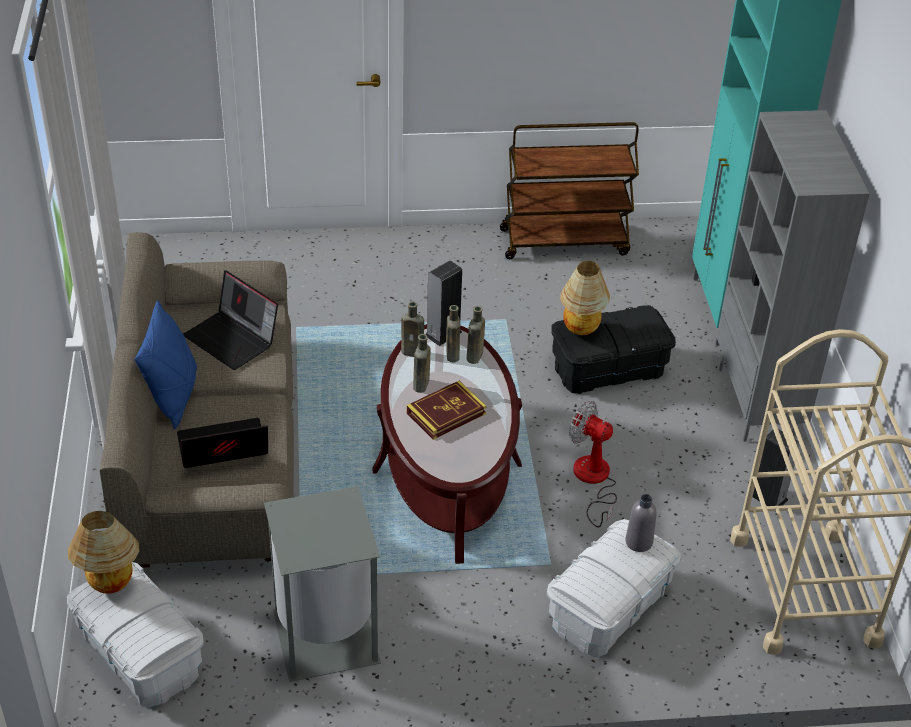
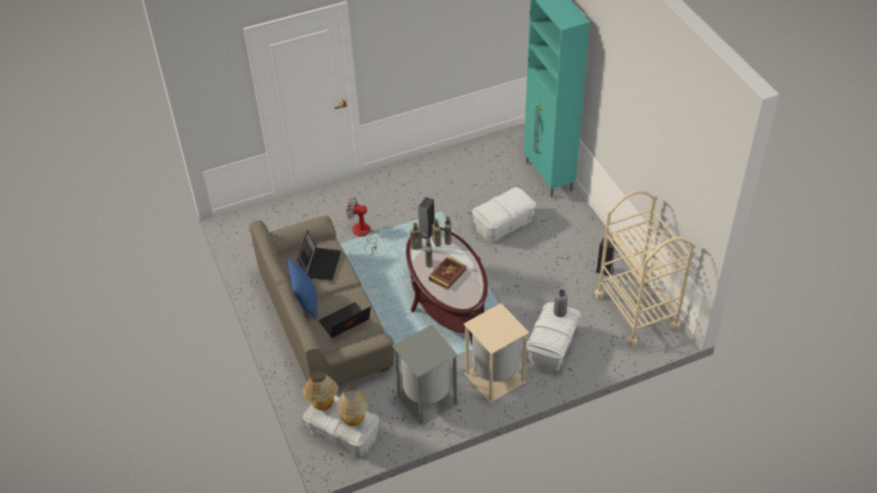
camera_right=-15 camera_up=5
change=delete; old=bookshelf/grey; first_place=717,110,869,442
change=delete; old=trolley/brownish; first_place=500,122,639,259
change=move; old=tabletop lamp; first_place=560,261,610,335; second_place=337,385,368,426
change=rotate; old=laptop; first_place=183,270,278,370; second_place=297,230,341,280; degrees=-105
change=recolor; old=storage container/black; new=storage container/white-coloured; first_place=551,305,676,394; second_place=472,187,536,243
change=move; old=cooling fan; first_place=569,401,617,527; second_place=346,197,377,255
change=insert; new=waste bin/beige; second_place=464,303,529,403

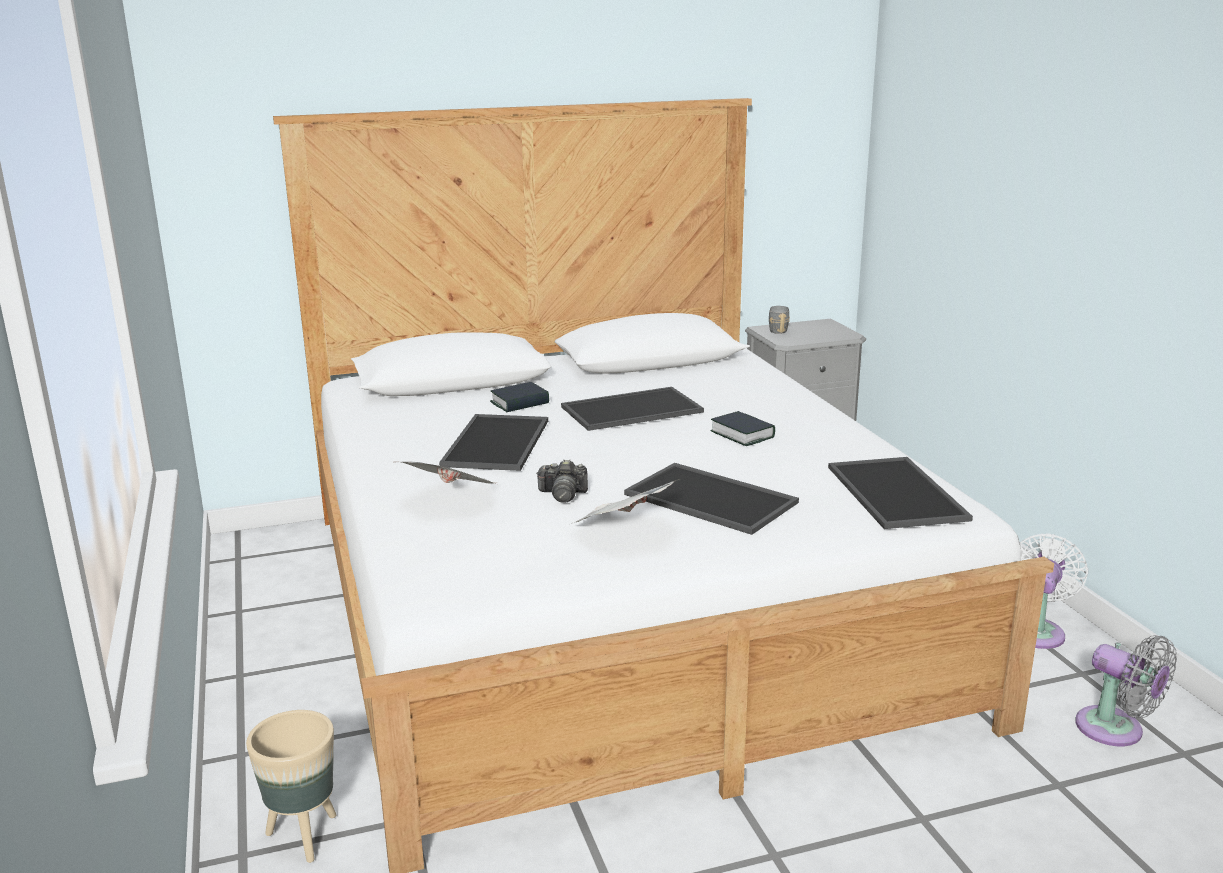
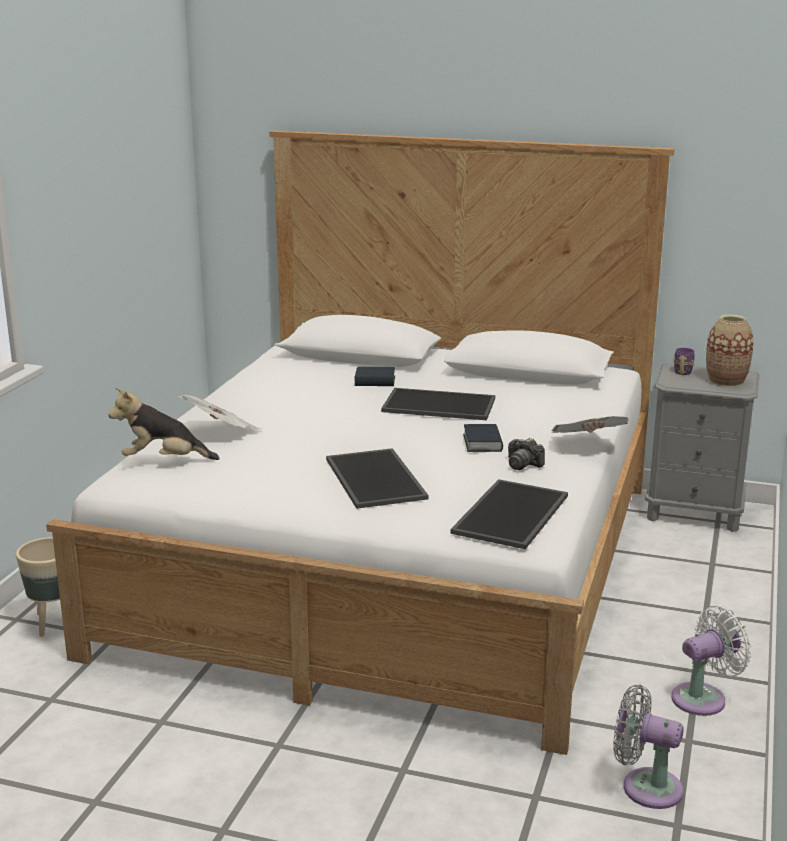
camera_right=35 camera_up=0
change=recolor; old=tea mug/grey; new=tea mug/purple; first_place=769,306,790,334; second_place=674,348,694,375
change=delete; old=carrying tray; first_place=439,414,548,471
change=move; old=still camera; first_place=536,459,588,503; second_place=508,438,545,470
change=move; old=newspaper; first_place=571,479,680,524; second_place=552,416,628,433
change=rotate; old=cooling fan/grey; first_place=1075,635,1177,746; second_place=613,685,684,809; degrees=120
change=insert; new=flower vase; second_place=706,314,754,387
change=insert; new=cuddly toy; second_place=109,388,220,460

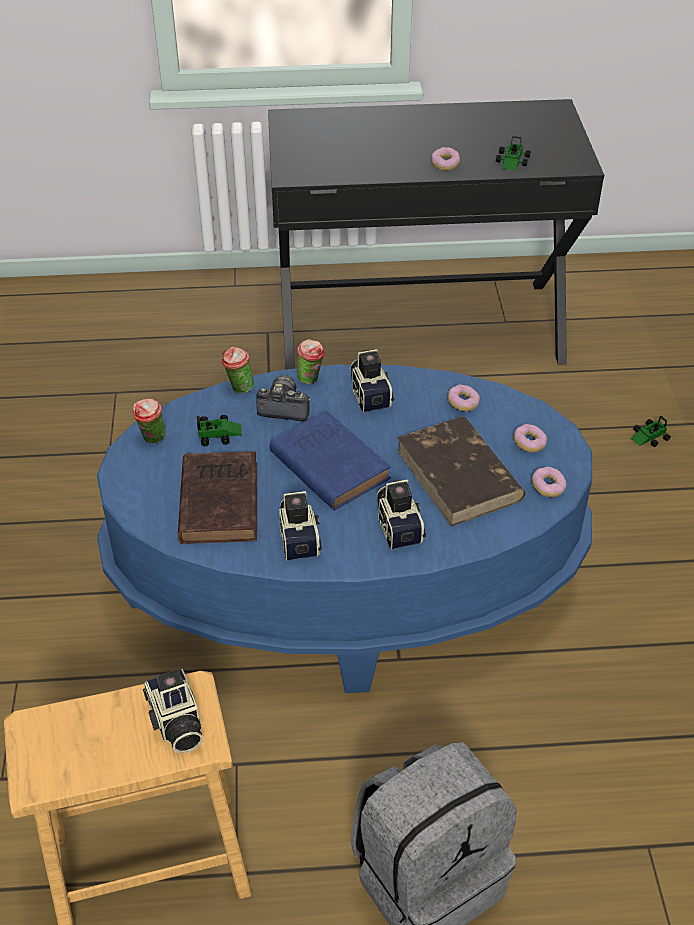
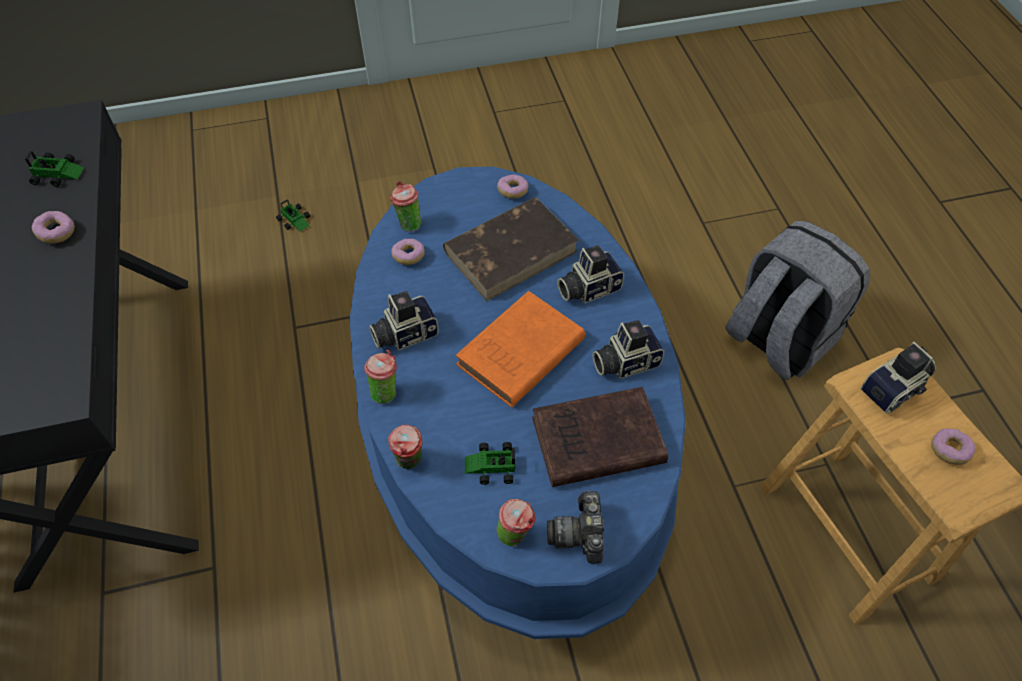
camera_right=-100 camera_up=10
change=move; old=still camera; first_place=256,375,311,421; second_place=547,490,604,564
change=recolor; old=bound book/blue; new=bound book/orange-coloured; first_place=269,411,391,511; second_place=456,291,585,407
change=rotate; old=toy car; first_place=197,415,242,446; second_place=465,442,515,485; degrees=-75
change=move; old=donut; first_place=513,424,547,453; second_place=931,428,976,465
change=insert; new=cup; second_place=390,181,421,232

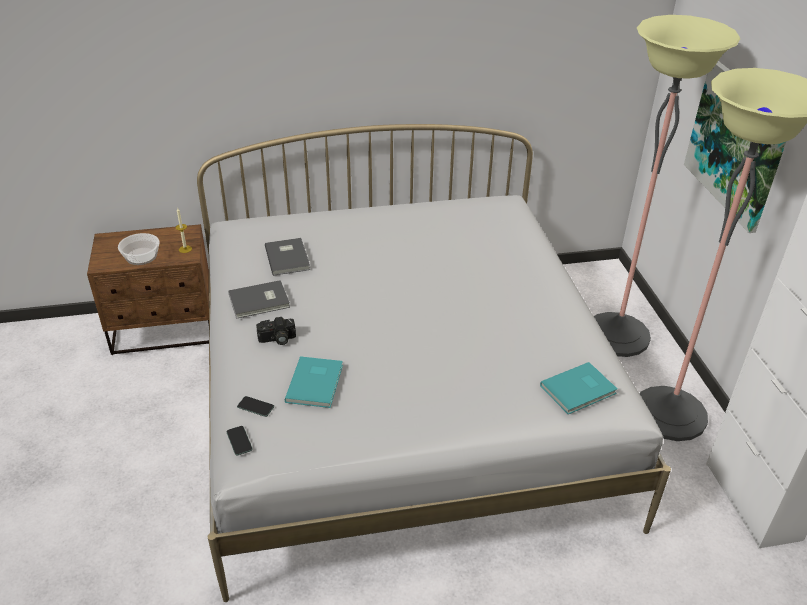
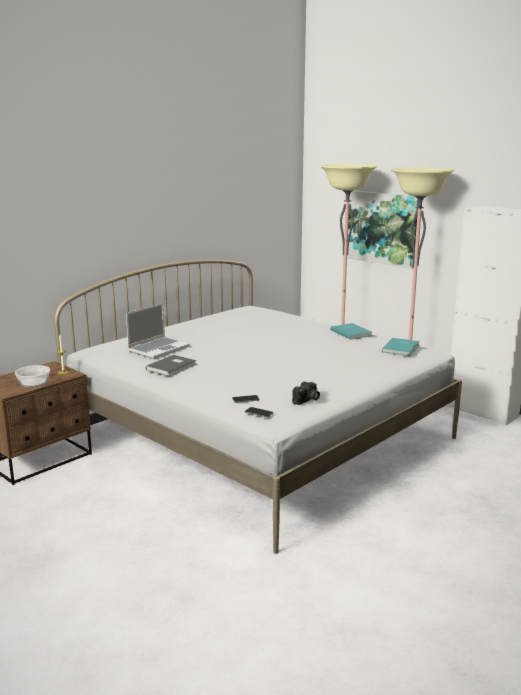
camera_right=-35 camera_up=-20
change=replace; old=bound book/grey; new=laptop; first_place=265,238,310,276; second_place=126,303,190,359
change=move; old=still camera; first_place=256,317,296,345; second_place=292,382,320,405
change=move; old=bound book/blue-green; first_place=285,356,343,408; second_place=330,323,373,340

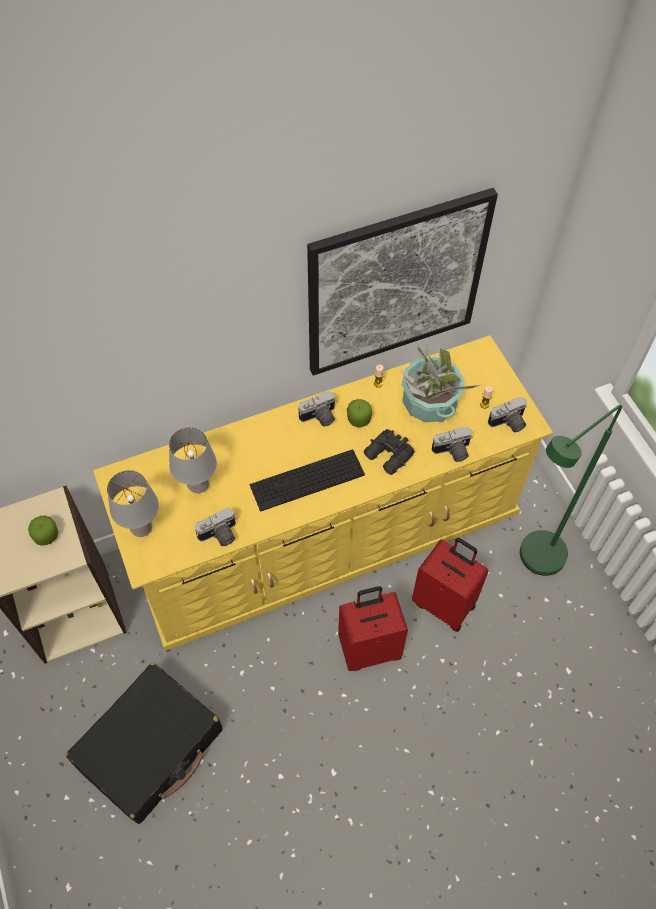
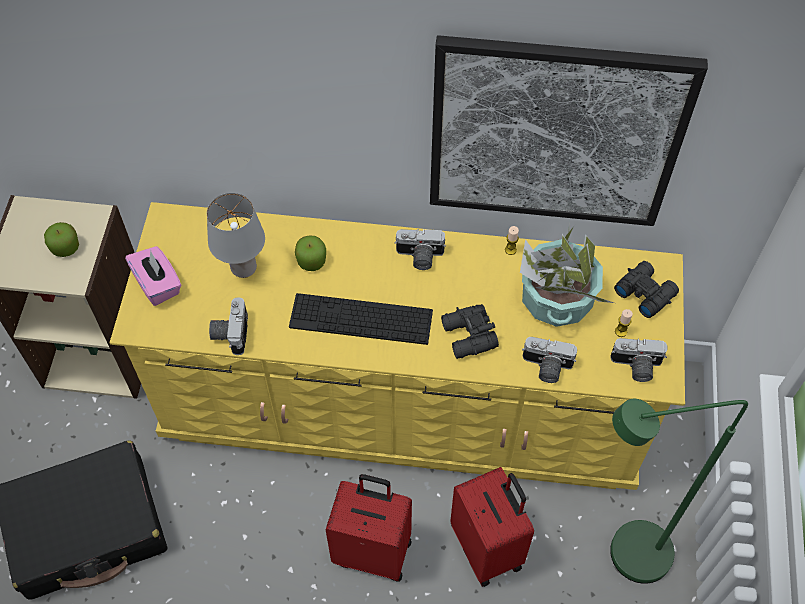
camera_right=30 camera_up=0
change=move; old=apple fruit; first_place=347,399,372,427; second_place=295,235,326,271
change=replace; old=tabletop lamp/grey; new=box of tissues/pinkish; first_place=107,470,159,537; second_place=125,246,181,306
change=rotate; old=still camera; first_place=195,507,237,546; second_place=209,297,248,355; degrees=90
change=insert; new=field glasses/black; second_place=614,261,679,318

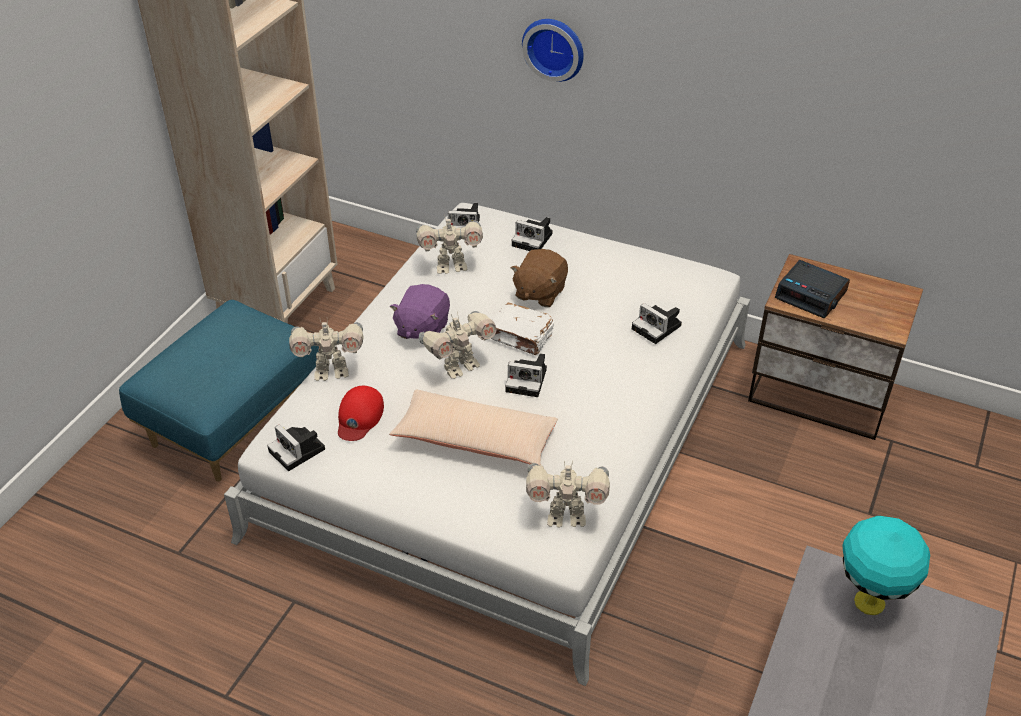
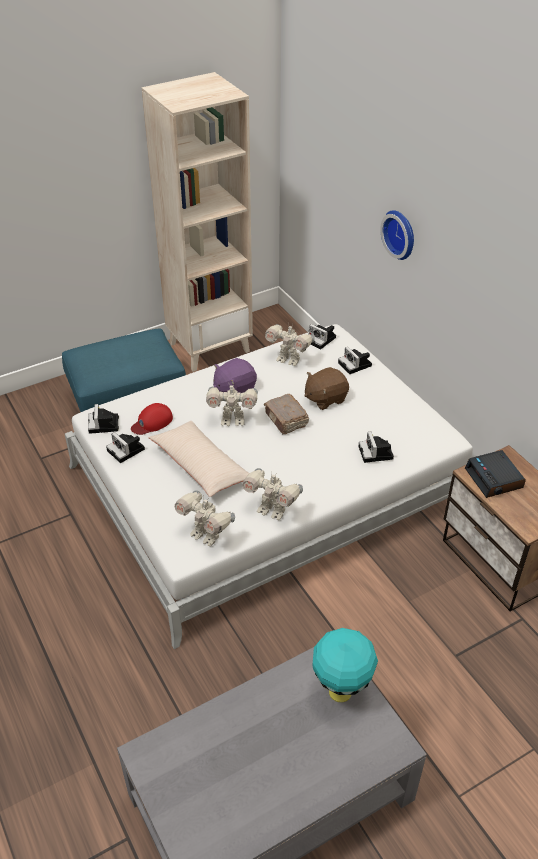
camera_right=35 camera_up=0
change=recolor; old=bound book/white-coloured; new=bound book/brownish; first_place=491,302,554,355; second_place=264,394,309,434
change=move; old=toy robot; first_place=289,320,363,381; second_place=243,468,303,520
change=move; old=still camera; first_place=505,353,547,397; second_place=106,432,145,463

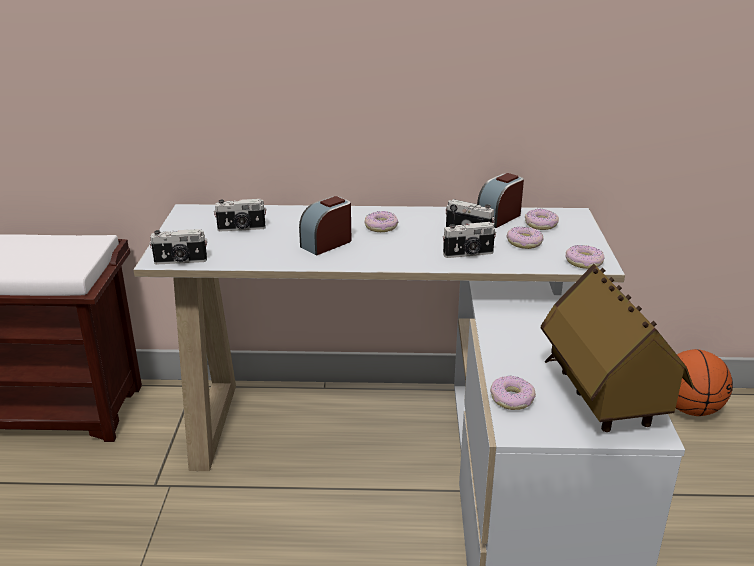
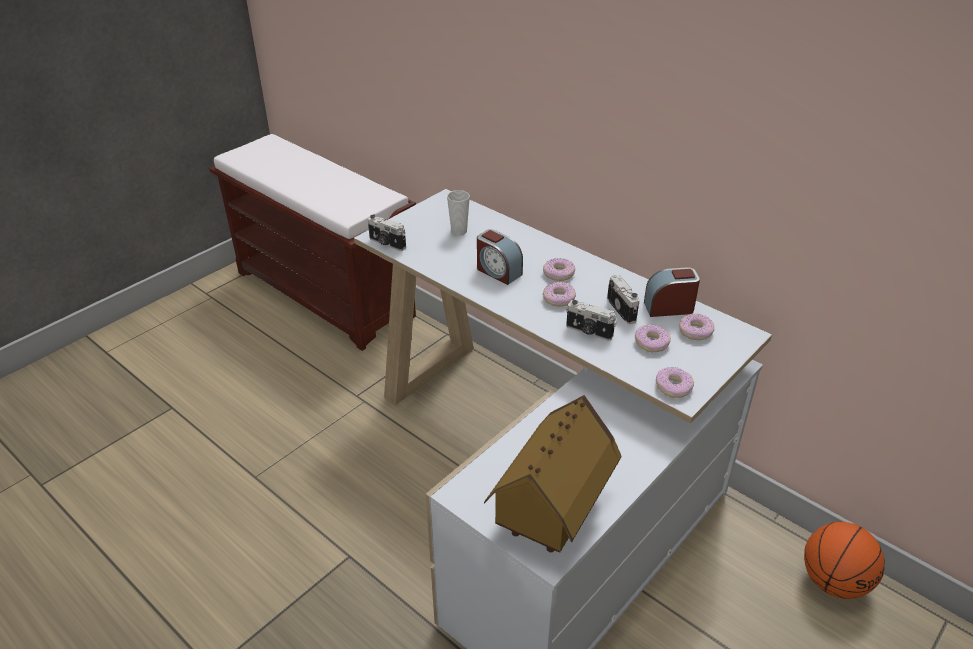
camera_right=40 camera_up=10
change=rotate; old=table clock; first_place=299,196,351,255; second_place=477,229,523,285; degrees=-135
change=replace; old=still camera; new=cup; first_place=214,199,266,231; second_place=447,190,470,235
change=move; old=donut; first_place=490,376,536,410; second_place=543,282,576,307

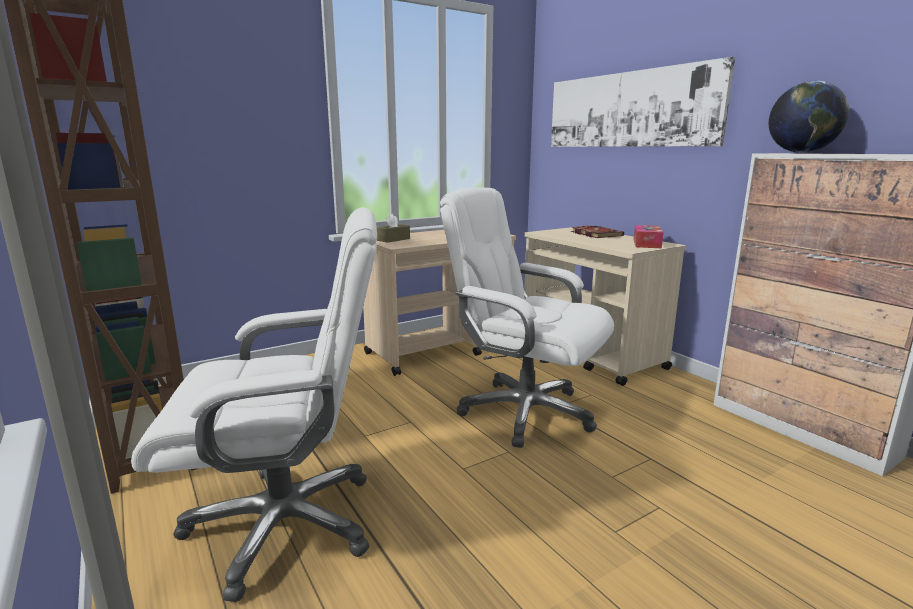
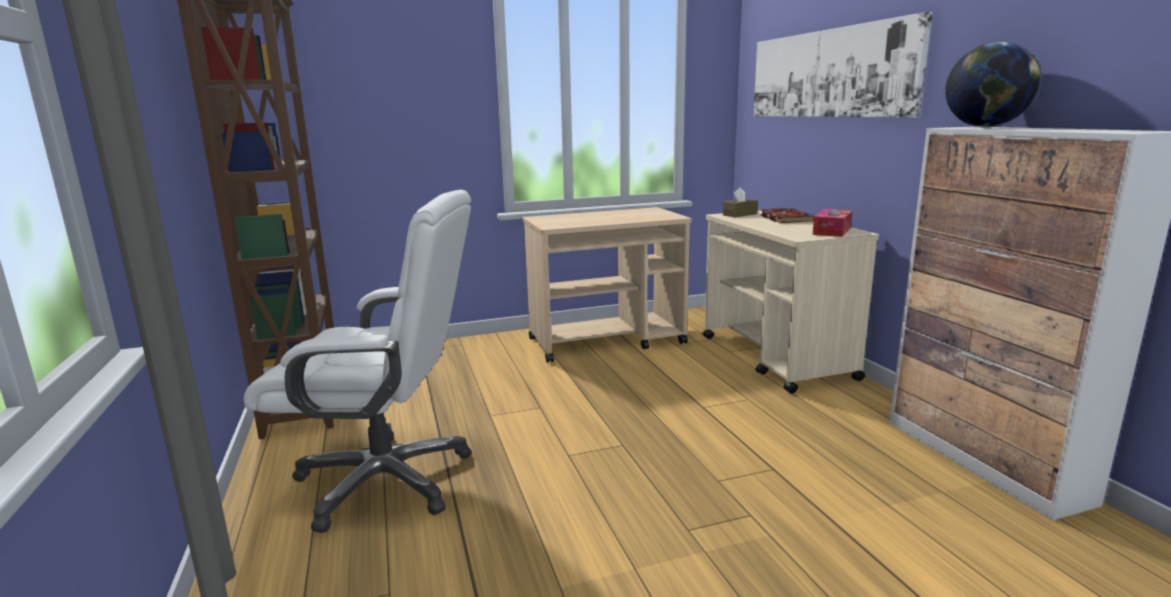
camera_right=15 camera_up=0
change=delete; old=desk chair/white-coloured; first_place=440,187,614,448
change=move; old=box of tissues/brownish; first_place=377,214,410,243; second_place=723,187,758,217

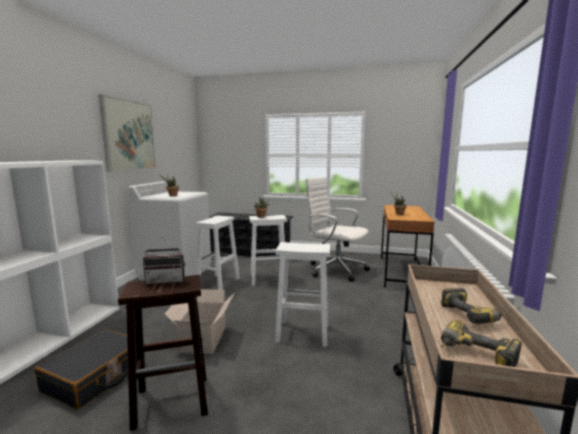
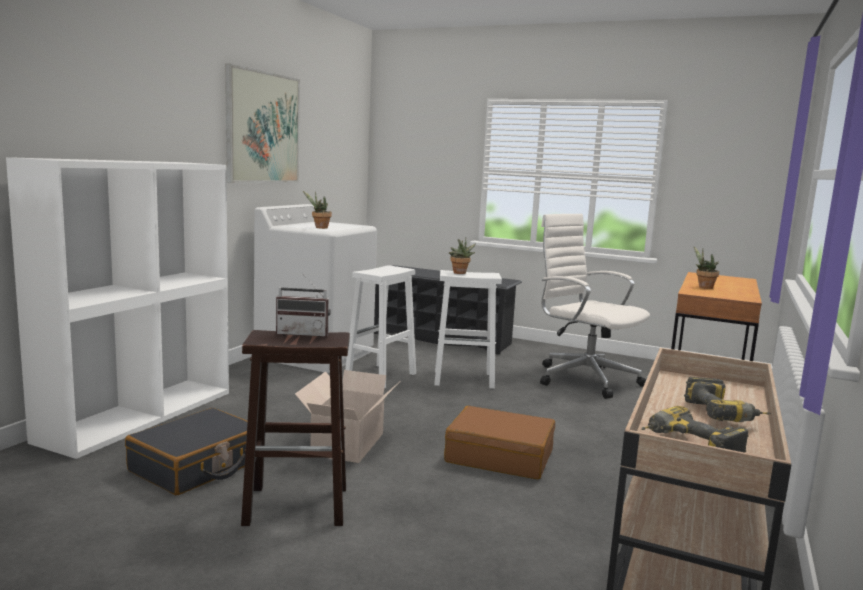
camera_right=10 camera_up=0
change=replace; old=sitting stool/white-coloured; new=travel case/brownish; first_place=275,242,330,347; second_place=444,406,555,479

